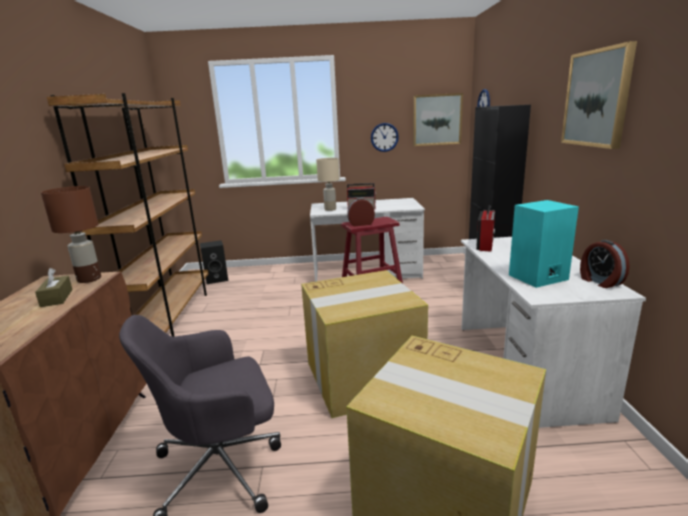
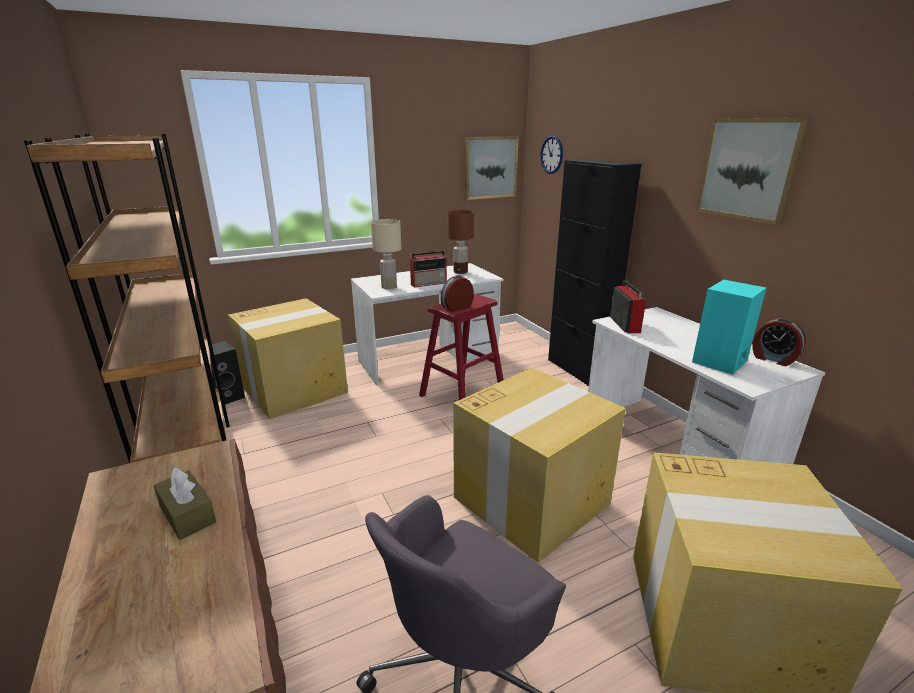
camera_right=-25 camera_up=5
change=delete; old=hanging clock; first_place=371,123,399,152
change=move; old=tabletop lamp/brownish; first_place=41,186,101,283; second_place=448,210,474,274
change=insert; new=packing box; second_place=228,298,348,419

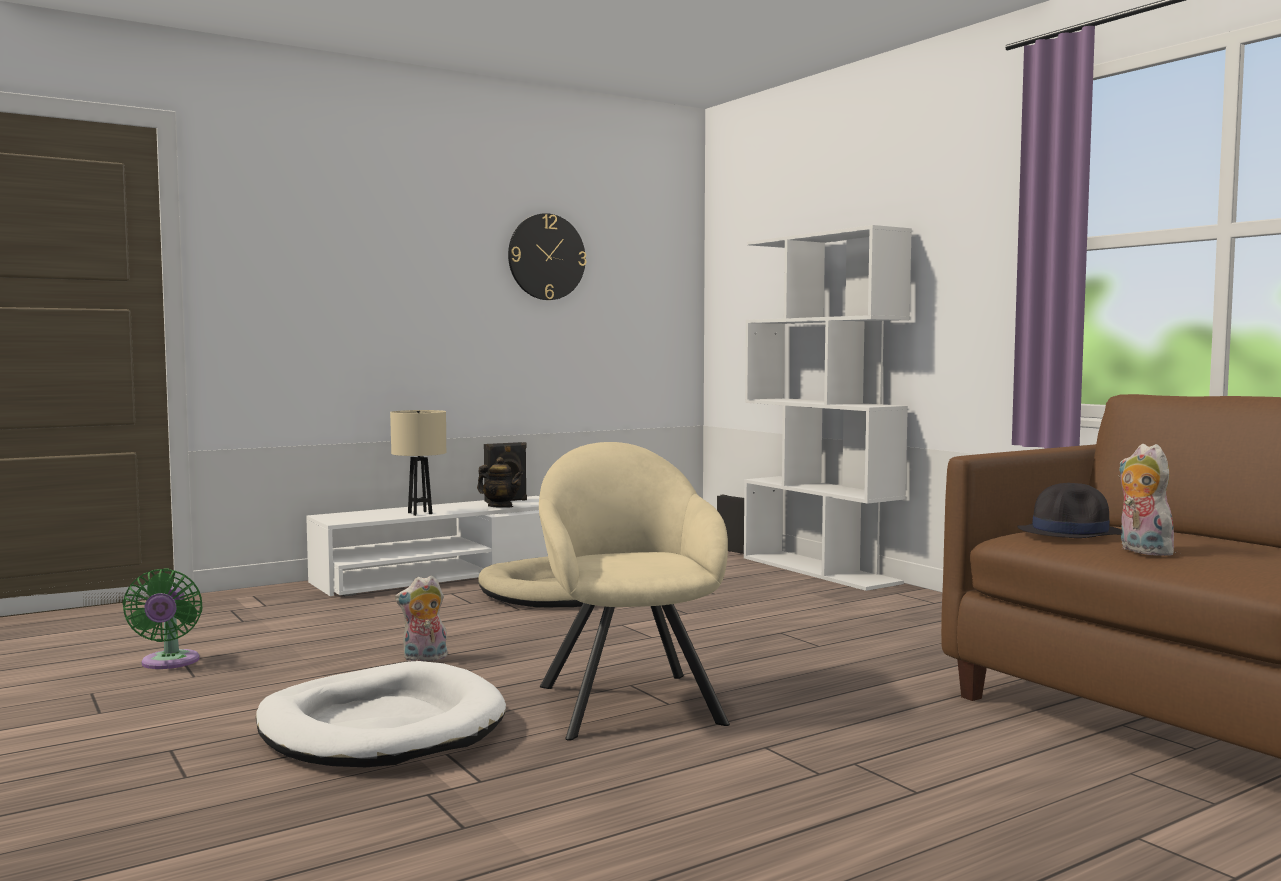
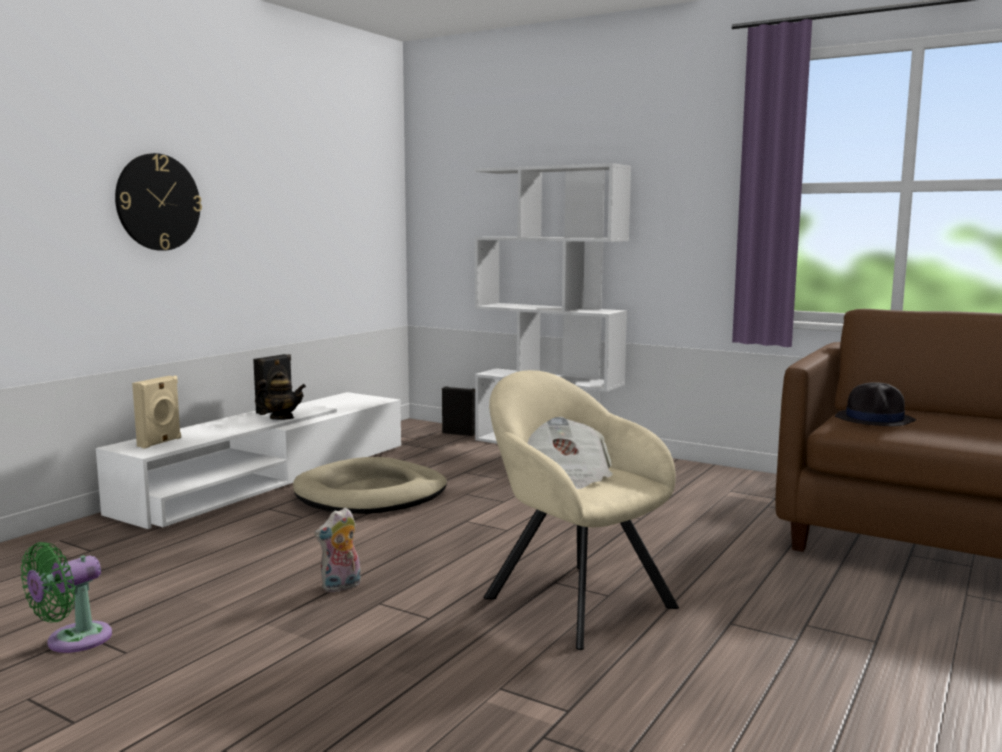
camera_right=-25 camera_up=5
change=move; old=hanging clock; first_place=508,213,586,300; second_place=115,153,202,251
change=delete; old=tabletop lamp/beige; first_place=390,410,446,516
change=delete; old=cuddly toy; first_place=1118,444,1176,556
change=rotate; old=cooling fan/green; first_place=122,568,203,669; second_place=21,542,112,653; degrees=75
change=delete; old=pet bed/white-coloured; first_place=256,661,506,767
change=insert; new=loudspeaker/beige; second_place=132,376,181,449
change=insert; new=newspaper; second_place=527,417,613,489

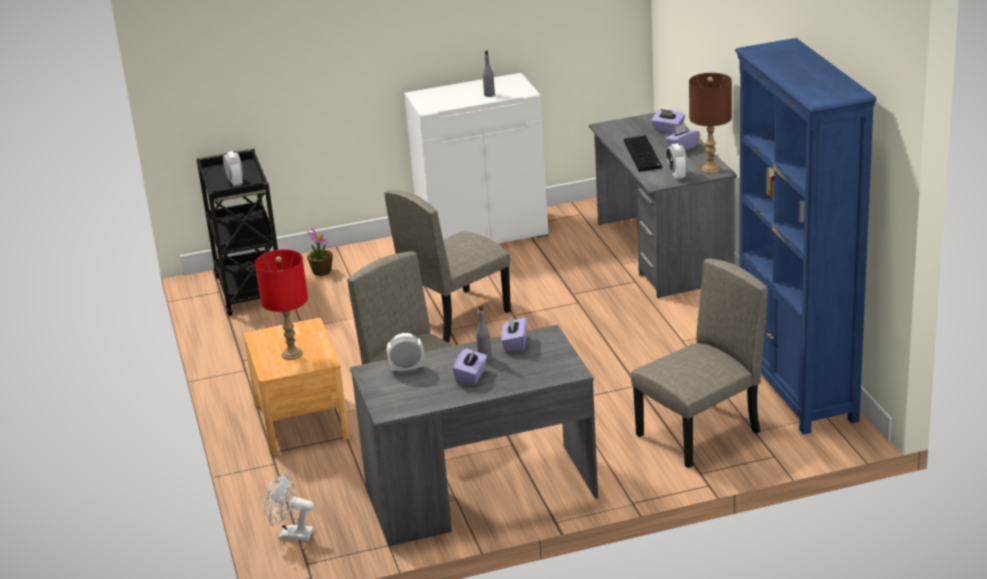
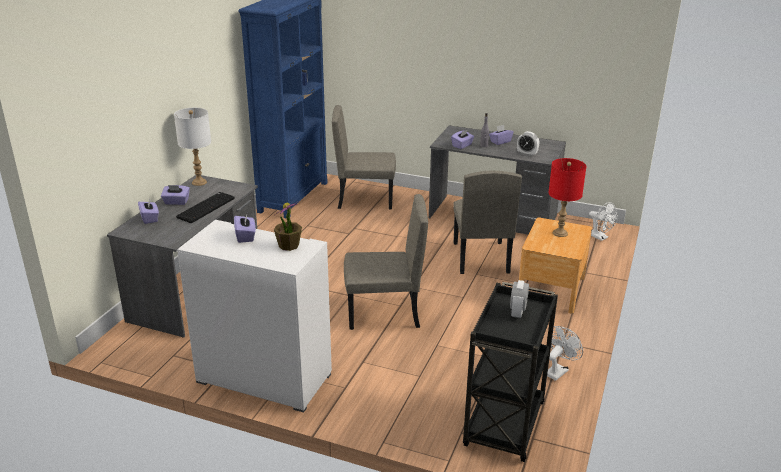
camera_right=-145 camera_up=0
change=replace; old=beverage bottle/grey; new=box of tissues/purple; first_place=483,50,495,97; second_place=234,215,256,243
change=recolor; old=tabletop lamp/brownish; new=tabletop lamp/white-coloured; first_place=689,73,732,173; second_place=174,108,211,186
change=delete; old=table clock; first_place=666,143,687,180
change=move; old=plant in a pot; first_place=307,228,333,276; second_place=274,201,302,251
change=insert; new=cooling fan/white-coloured; second_place=547,326,583,381

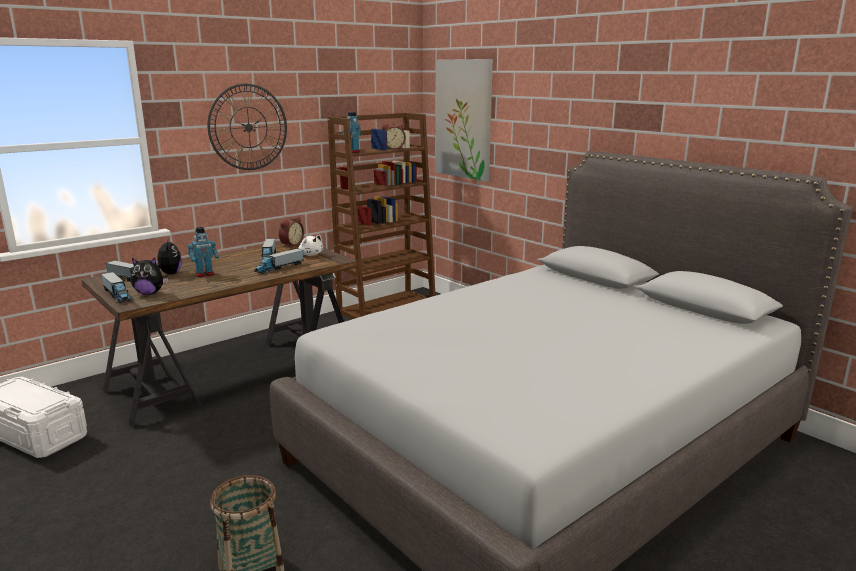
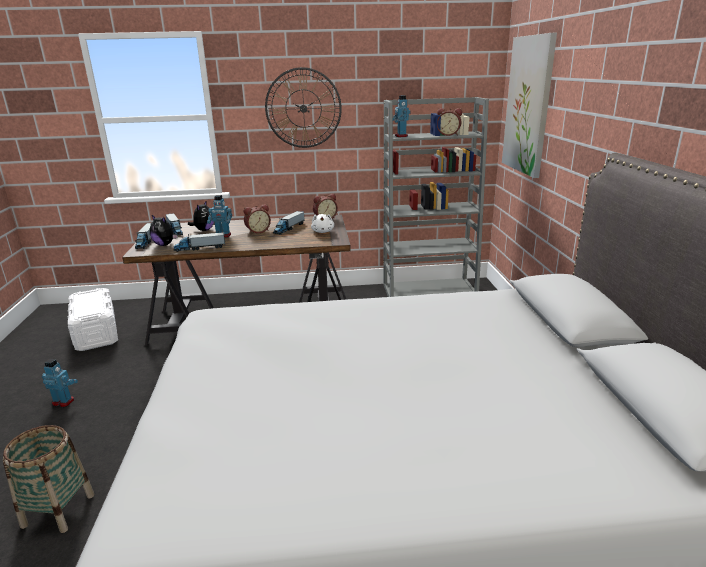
camera_right=35 camera_up=5
change=recolor; old=bookshelf/brownish; new=bookshelf/grey; first_place=328,113,436,319; second_place=384,97,489,297
change=move; old=model truck; first_place=254,248,304,274; second_place=174,232,225,252
change=insert; new=table clock; second_place=244,204,271,234
change=insert; new=toy robot; second_place=41,359,78,407

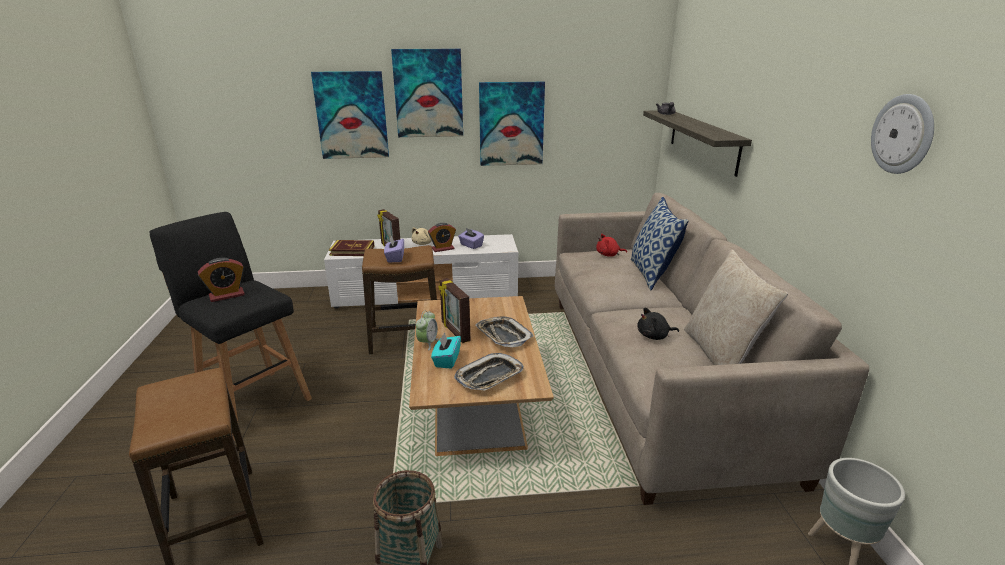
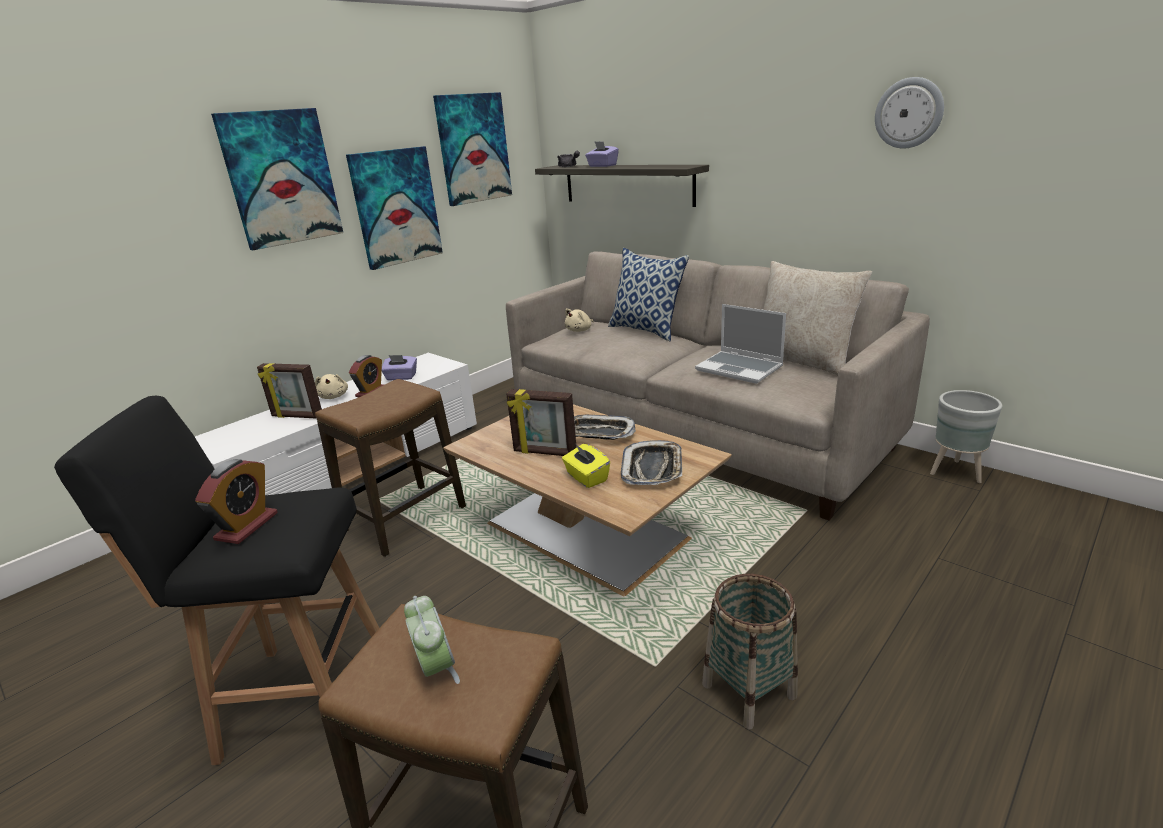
camera_right=-40 camera_up=0
change=move; old=picture; first_place=311,71,389,159; second_place=433,92,512,206
change=recolor; old=cuddly toy/red; new=cuddly toy/beige; first_place=596,234,627,257; second_place=565,308,594,332
change=move; old=box of tissues/purple; first_place=384,235,404,263; second_place=585,141,619,167
change=delete; old=bound book; first_place=329,240,374,256
change=replace; old=cuddly toy/black; new=laptop; first_place=637,308,679,340; second_place=695,304,786,384
change=move; old=table clock; first_place=416,311,439,350; second_place=404,596,460,684
change=recolor; old=box of tissues/blue-green; new=box of tissues/yellowish; first_place=431,332,461,369; second_place=562,444,610,488

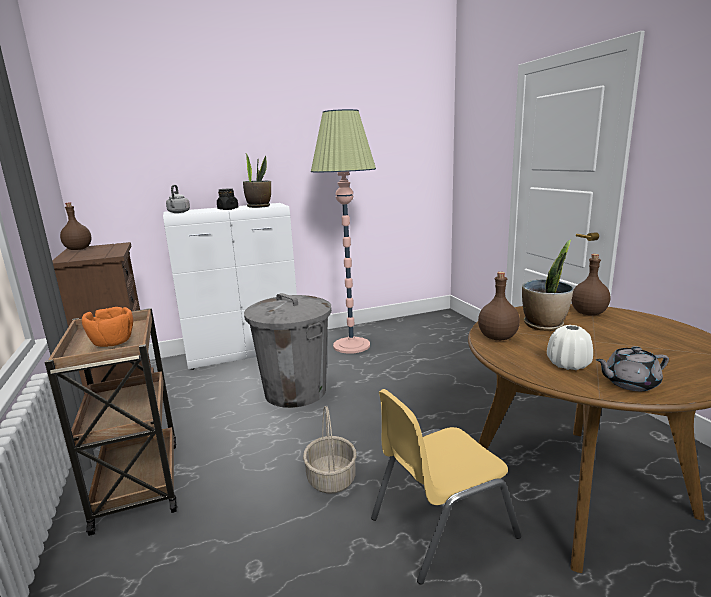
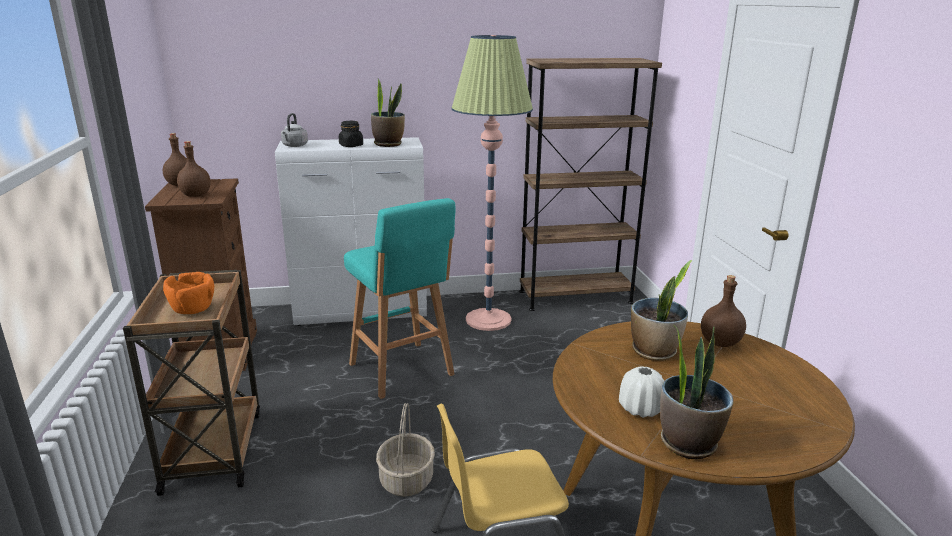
camera_right=10 camera_up=5
change=move; old=beverage bottle/brownish; first_place=478,272,520,341; second_place=177,141,211,197
change=replace; old=waste bin/grey; new=sitting stool/blue-green; first_place=244,293,332,408; second_place=344,198,455,399
change=replace; old=pot for tea/grey; new=plant in a pot; first_place=596,346,669,391; second_place=660,326,733,459
change=insert; new=bookshelf/brownish; second_place=519,58,662,311

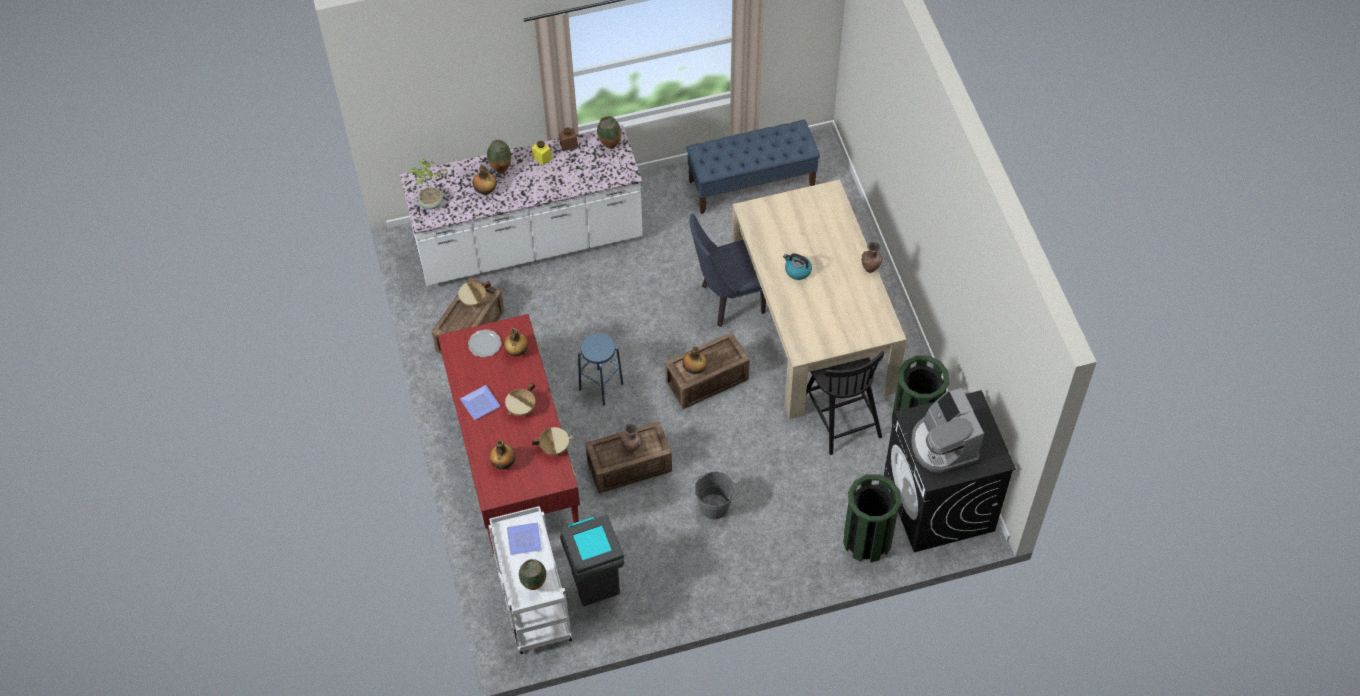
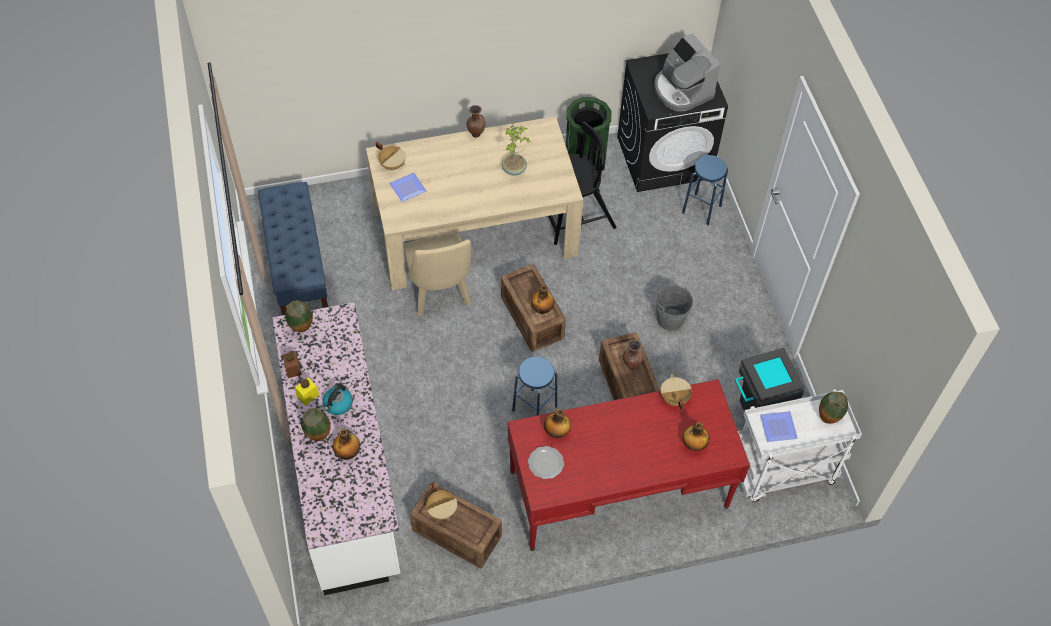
camera_right=-90 camera_up=0
change=move; old=plant in a pot; first_place=410,158,449,209; second_place=502,122,531,176
change=recolor; old=chair/blue; new=chair/beige; first_place=690,214,766,327; second_place=403,233,471,316
change=move; old=tea kettle; first_place=783,254,812,280; second_place=323,384,353,415
change=move; old=stockpot/beige; first_place=505,382,535,416; second_place=376,141,406,170
change=move; old=dinner plate; first_place=460,385,500,420; second_place=389,172,427,202
change=rotate; old=coffee machine; first_place=911,388,984,473; second_place=654,33,720,111; degrees=75
change=replace; old=waste bin/green; new=sitting stool/blue; first_place=843,474,901,563; second_place=682,155,728,226

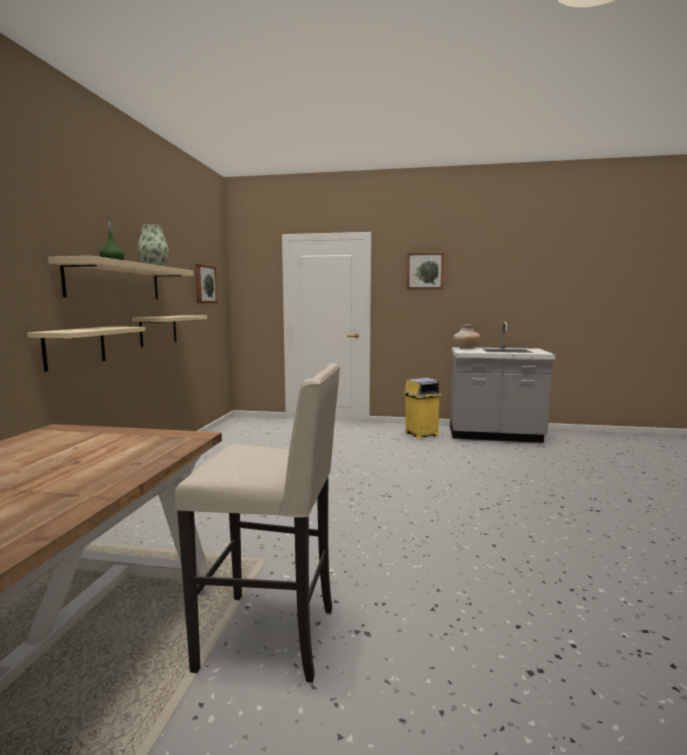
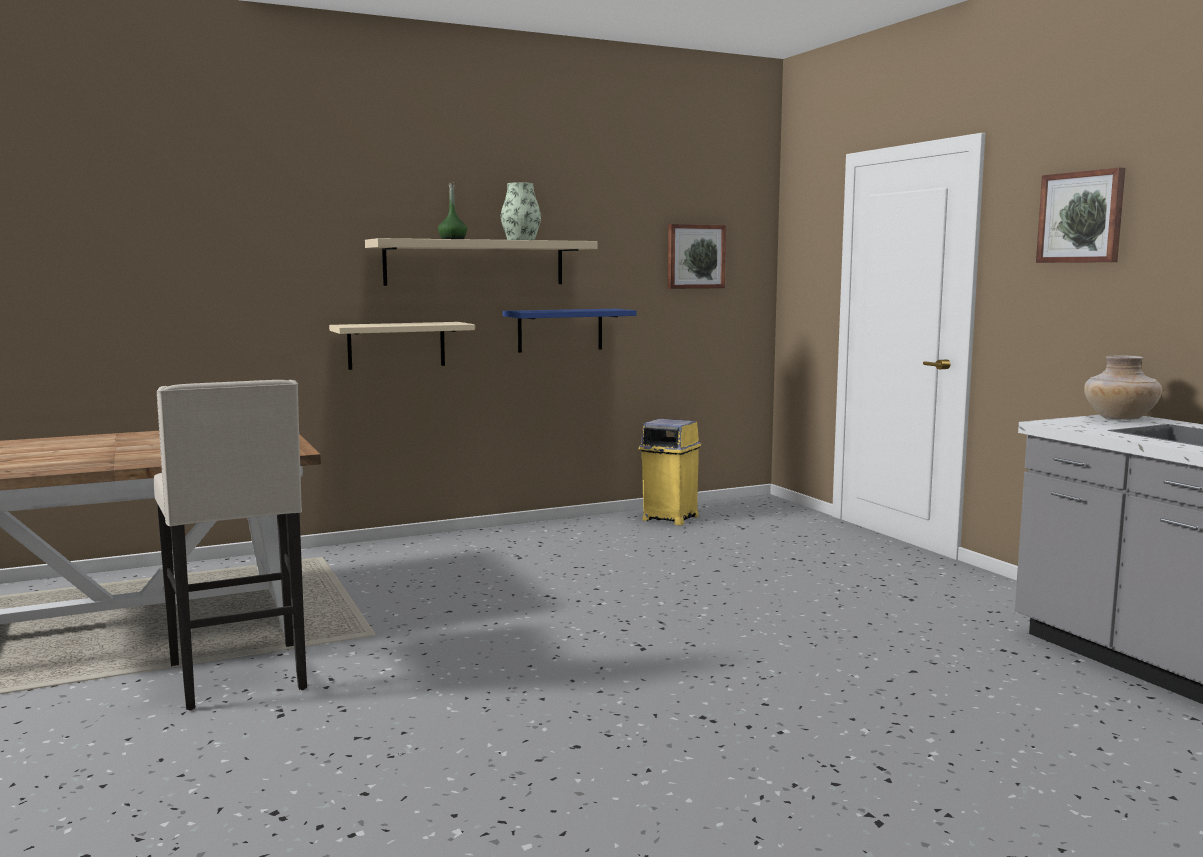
camera_right=55 camera_up=0
change=recolor; old=shelf/beige; new=shelf/blue; first_place=132,315,207,347; second_place=503,309,636,353
change=move; old=waste bin/yellowish; first_place=404,377,441,440; second_place=639,419,701,525

